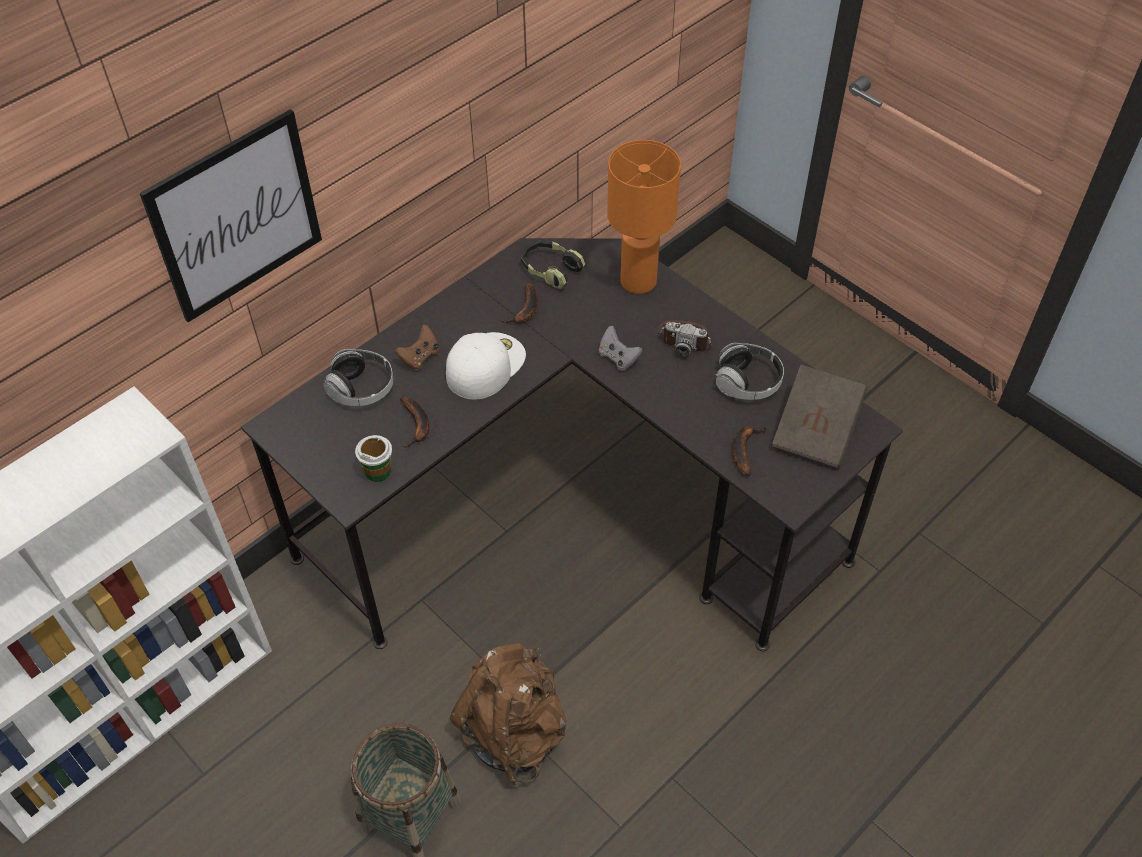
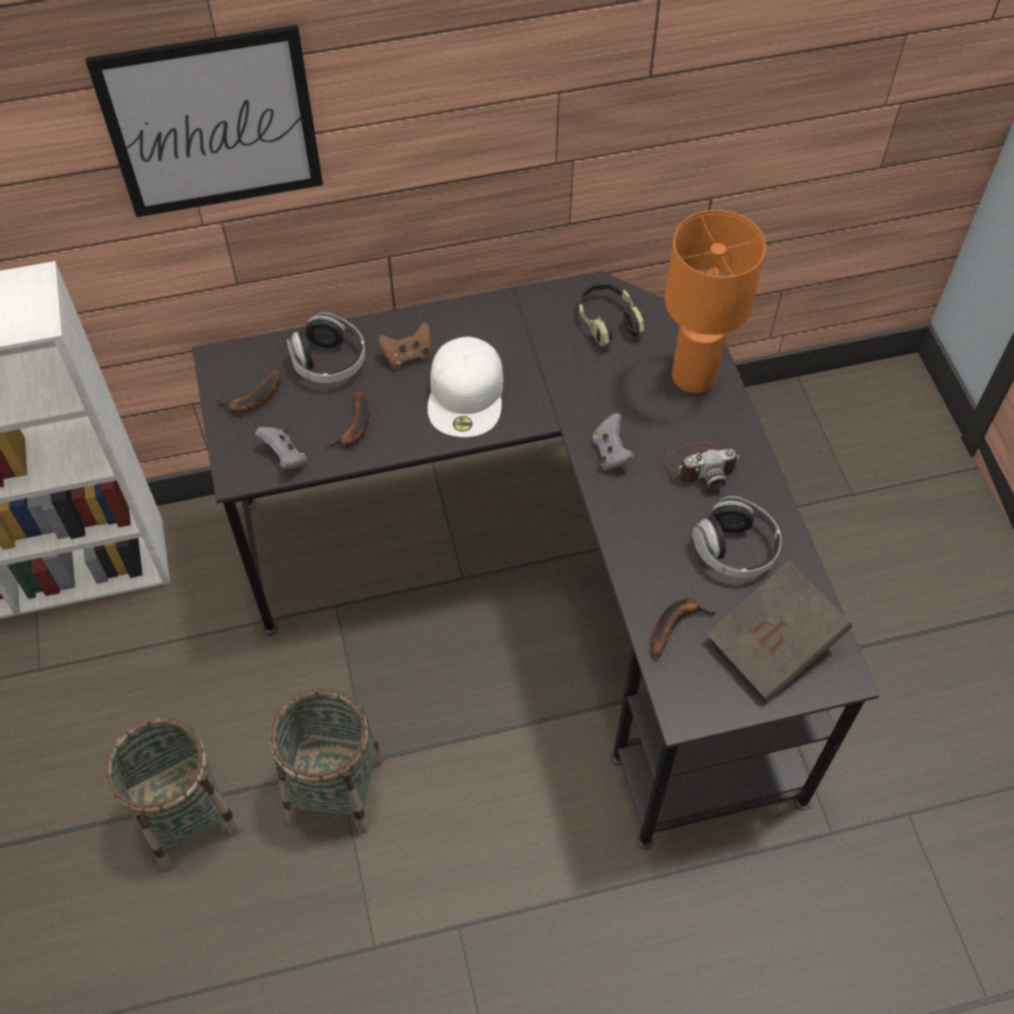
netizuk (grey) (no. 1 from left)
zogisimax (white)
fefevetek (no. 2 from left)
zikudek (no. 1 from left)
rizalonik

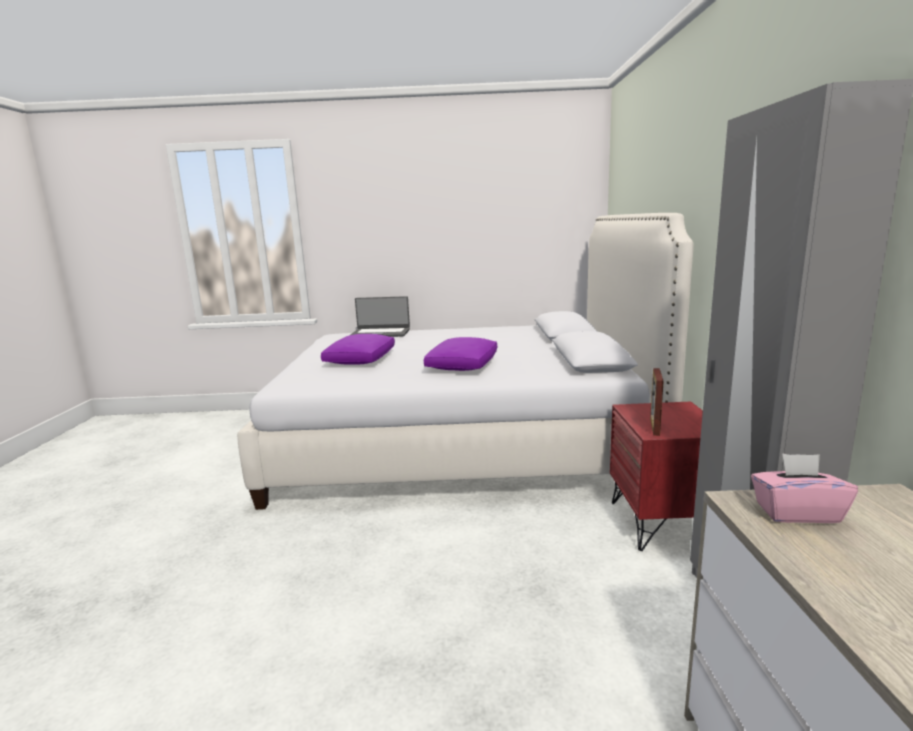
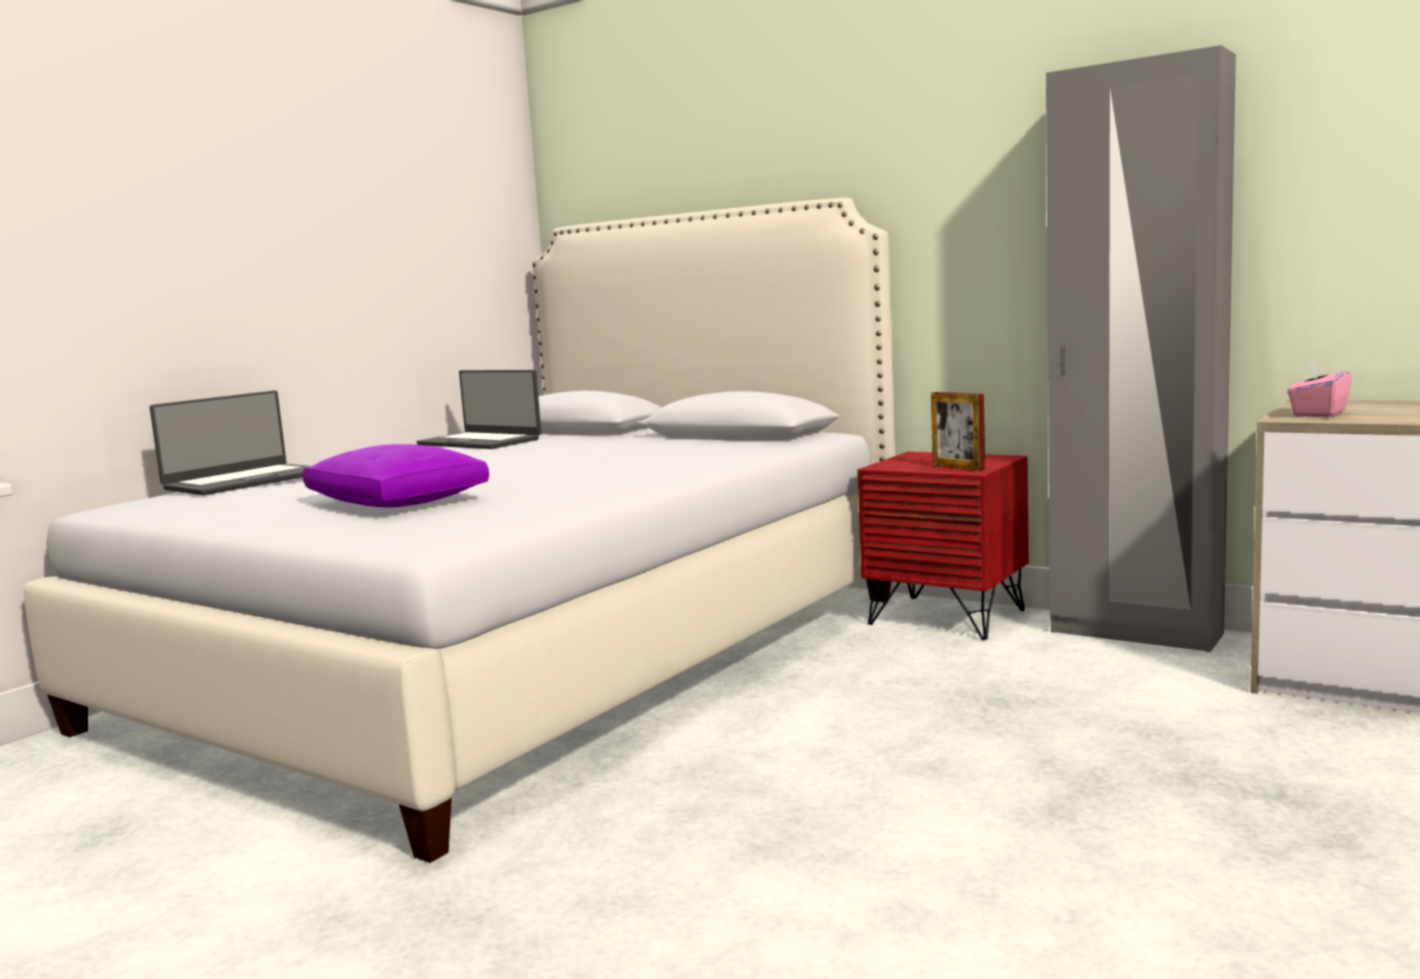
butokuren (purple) (no. 2 from left in the first image)
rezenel (no. 2 from left)

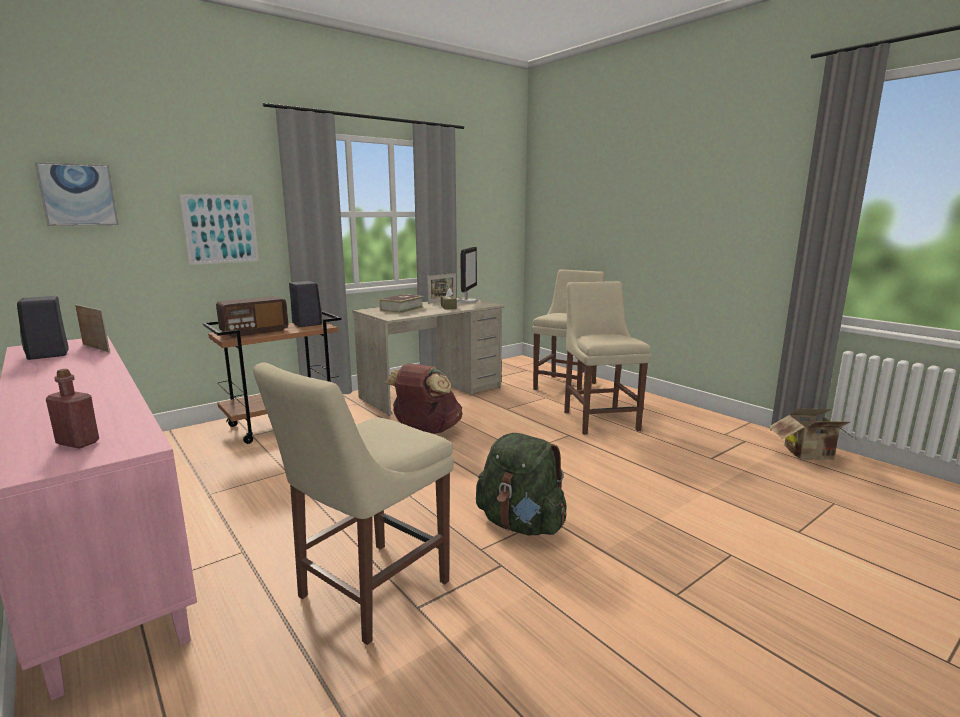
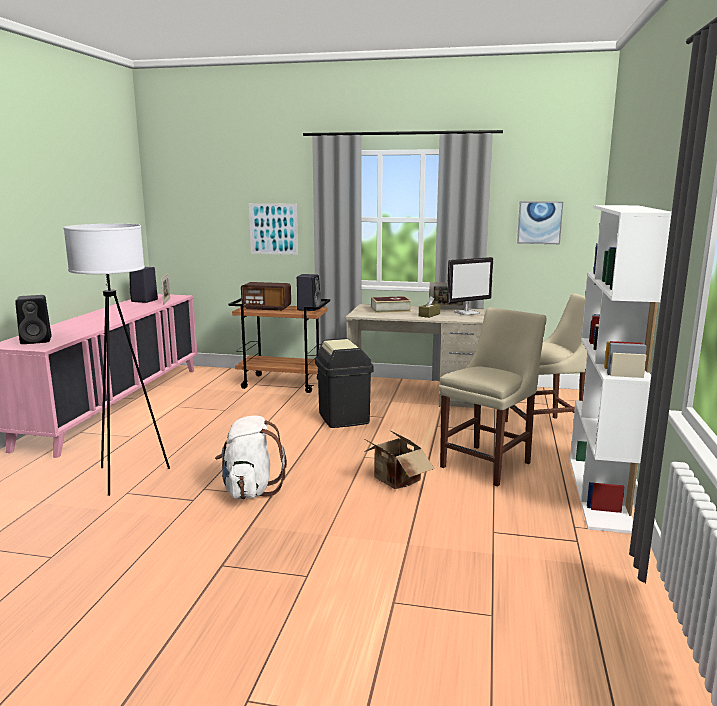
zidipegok (no. 2 from left)
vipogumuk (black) (no. 1 from left)
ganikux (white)
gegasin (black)
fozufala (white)
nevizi
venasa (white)

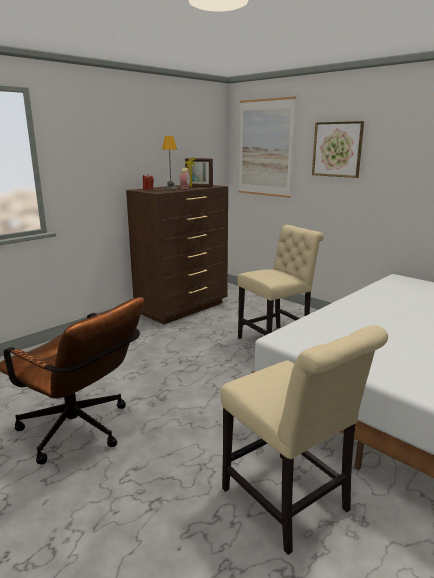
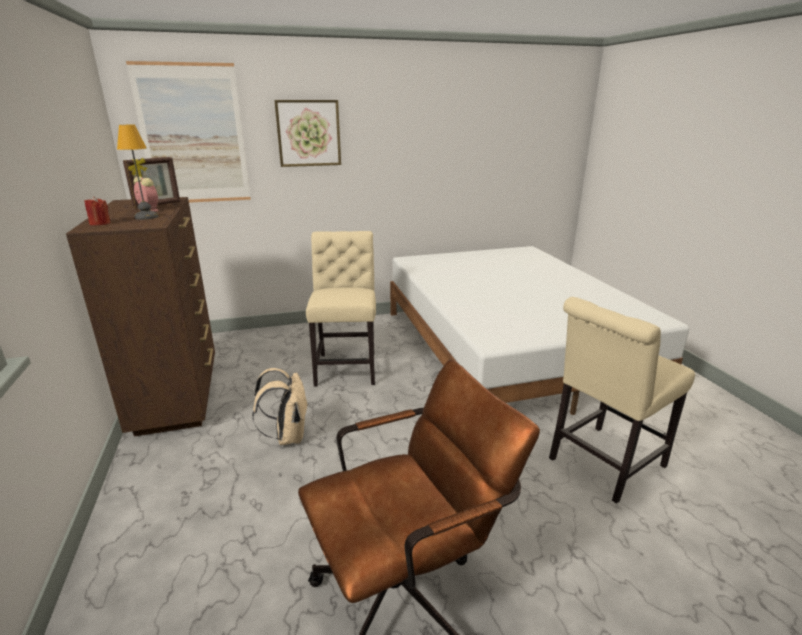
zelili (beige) (no. 2 from left)
fozufala (beige)

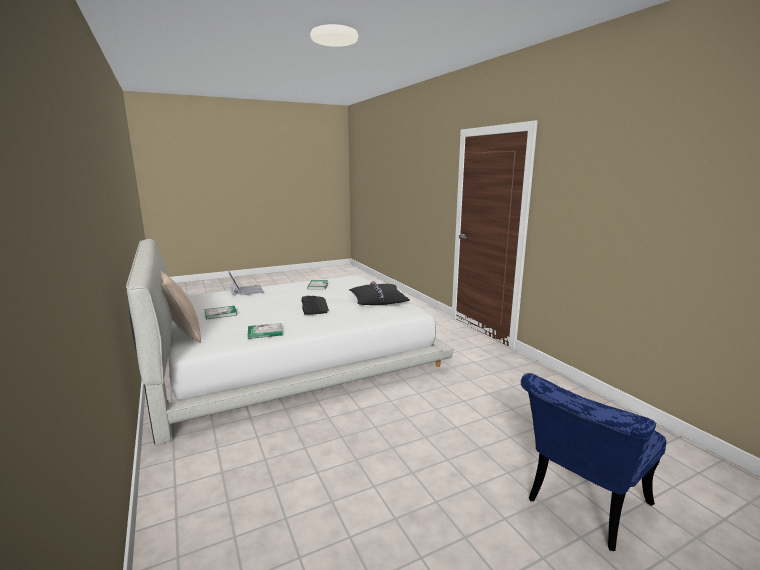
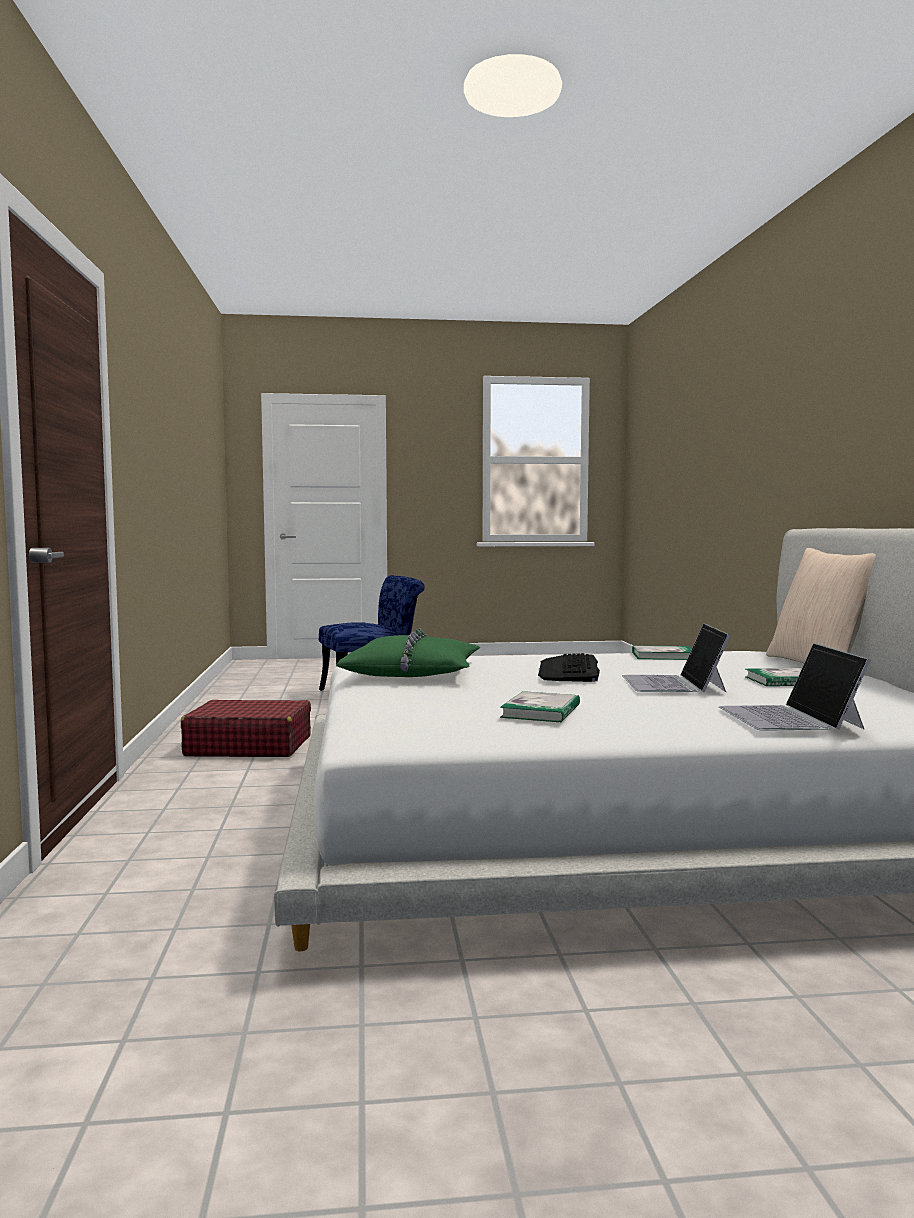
butokuren (green)
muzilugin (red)
rezenel (no. 1 from left)

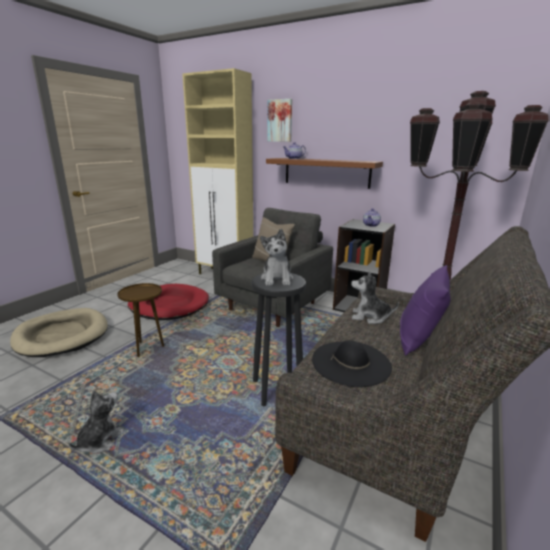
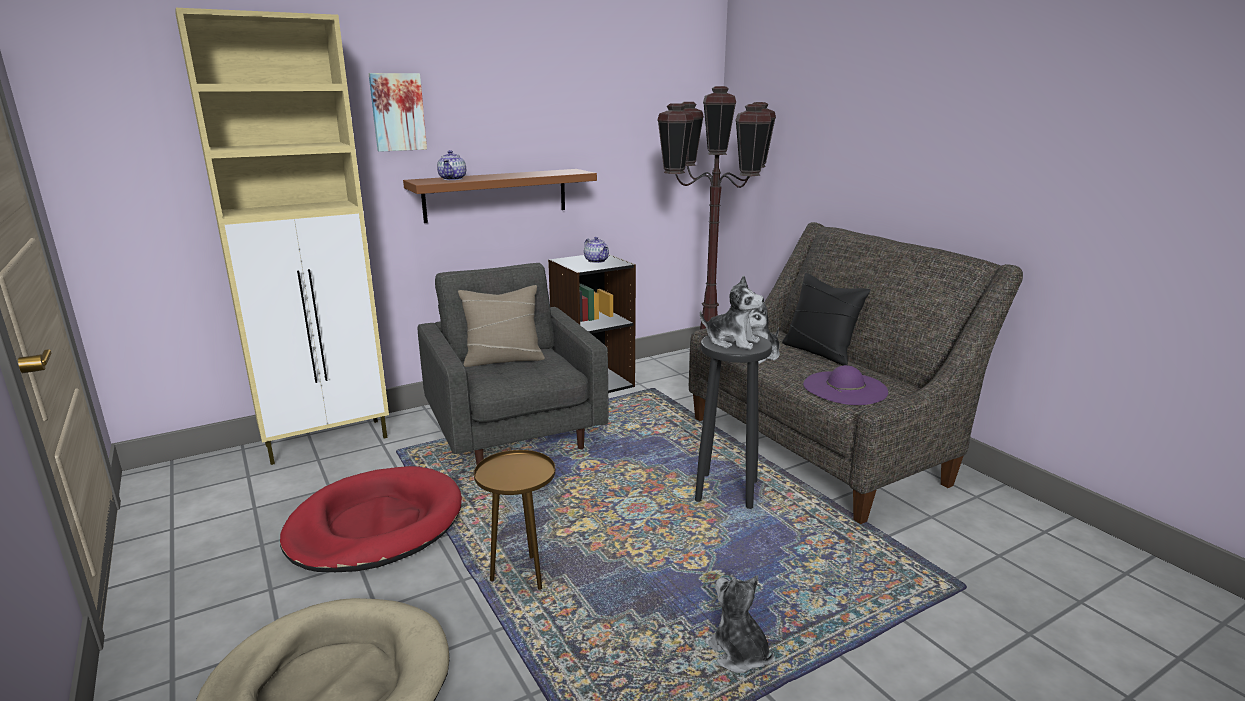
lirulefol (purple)
butokuren (black)

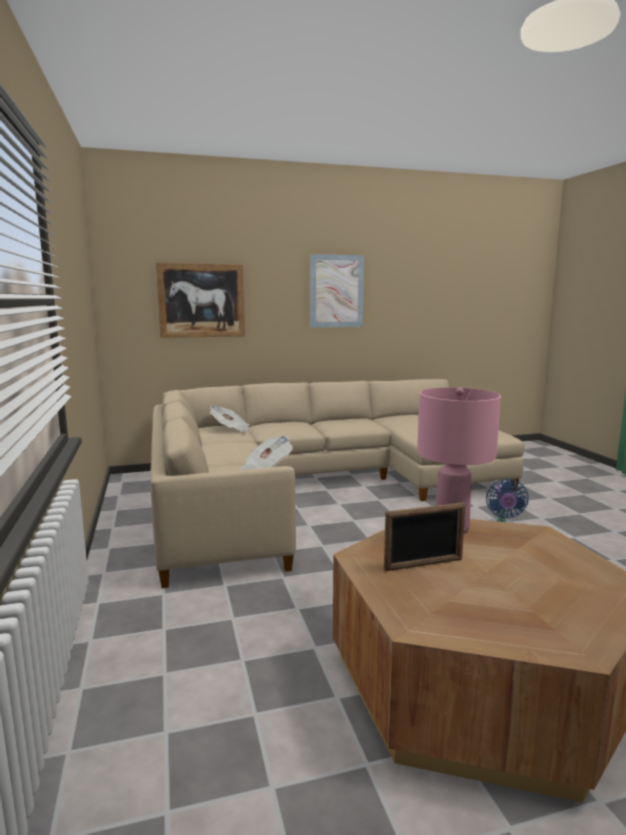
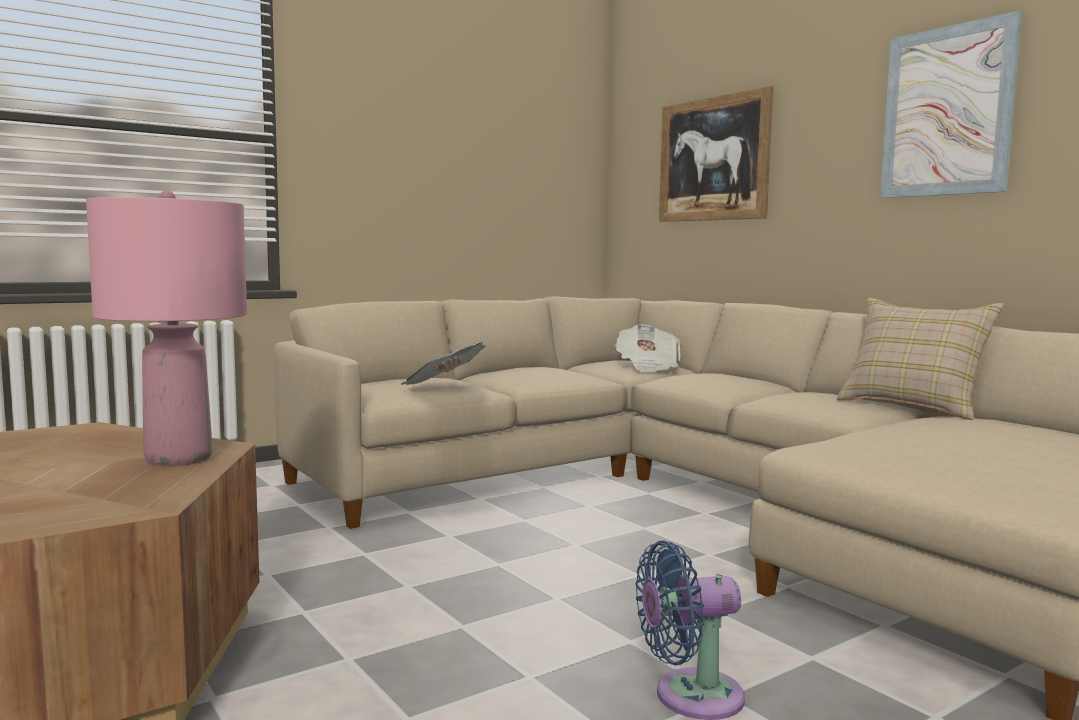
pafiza
butokuren (beige)

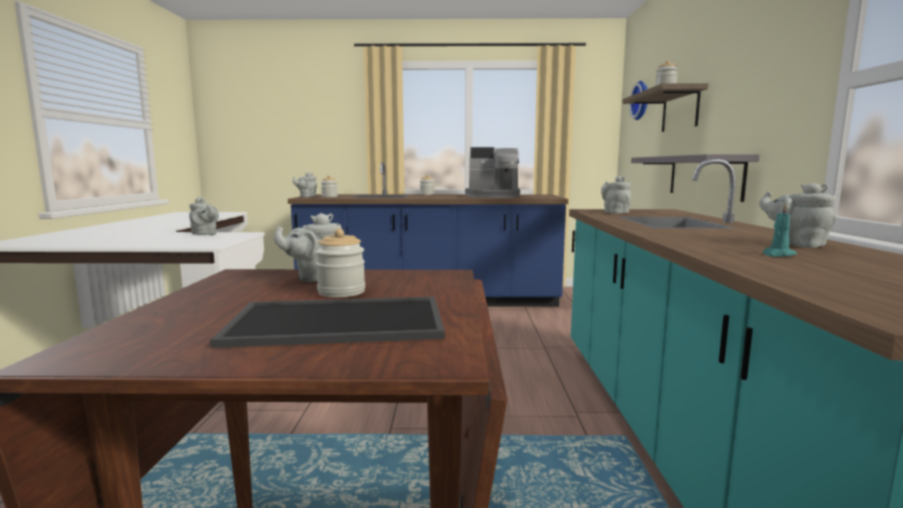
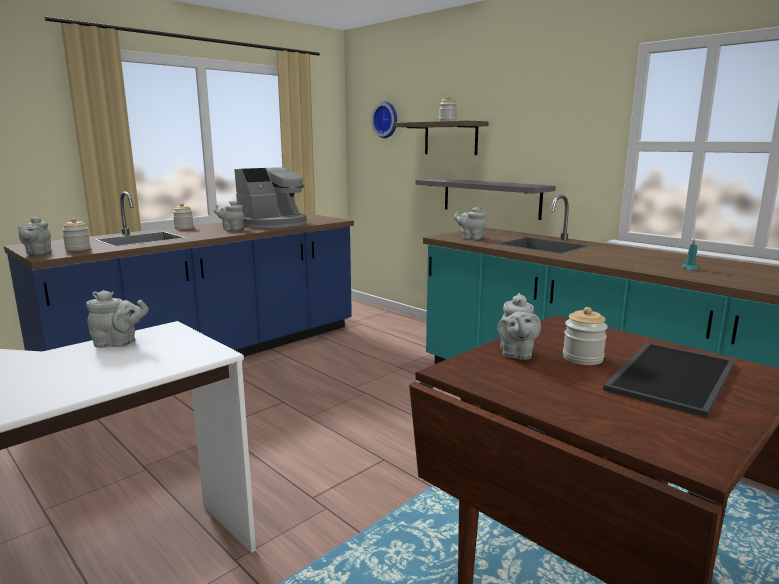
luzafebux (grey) (no. 3 from left)

